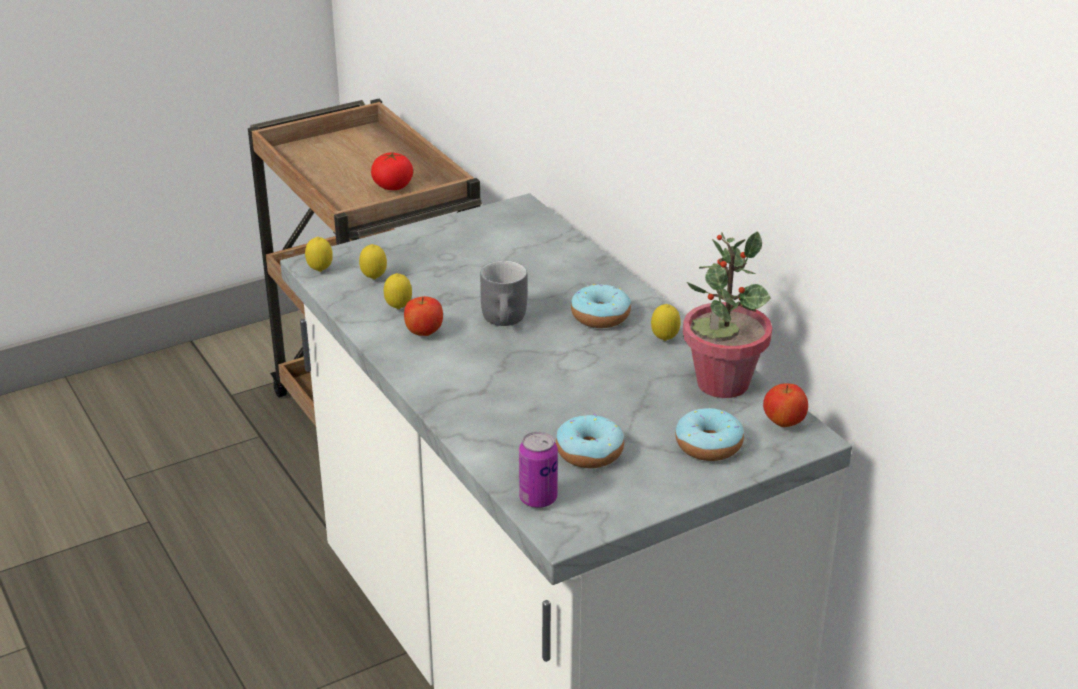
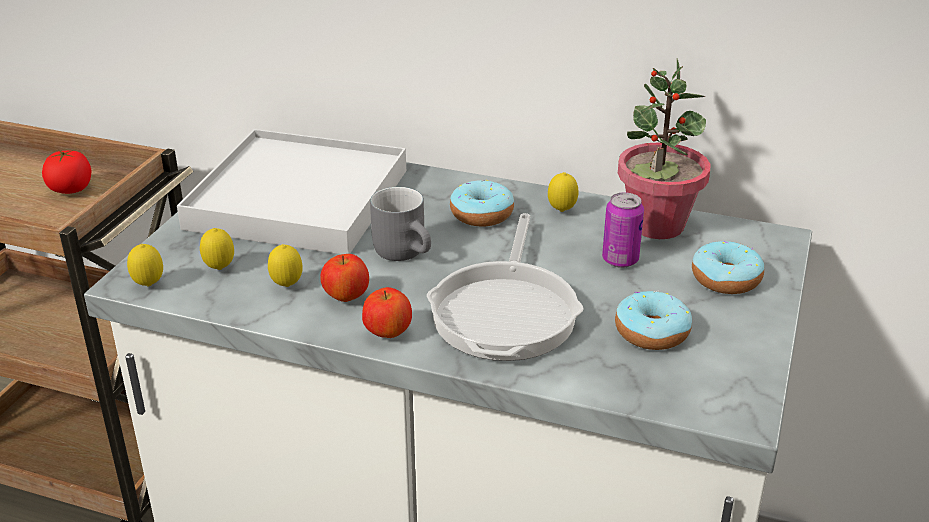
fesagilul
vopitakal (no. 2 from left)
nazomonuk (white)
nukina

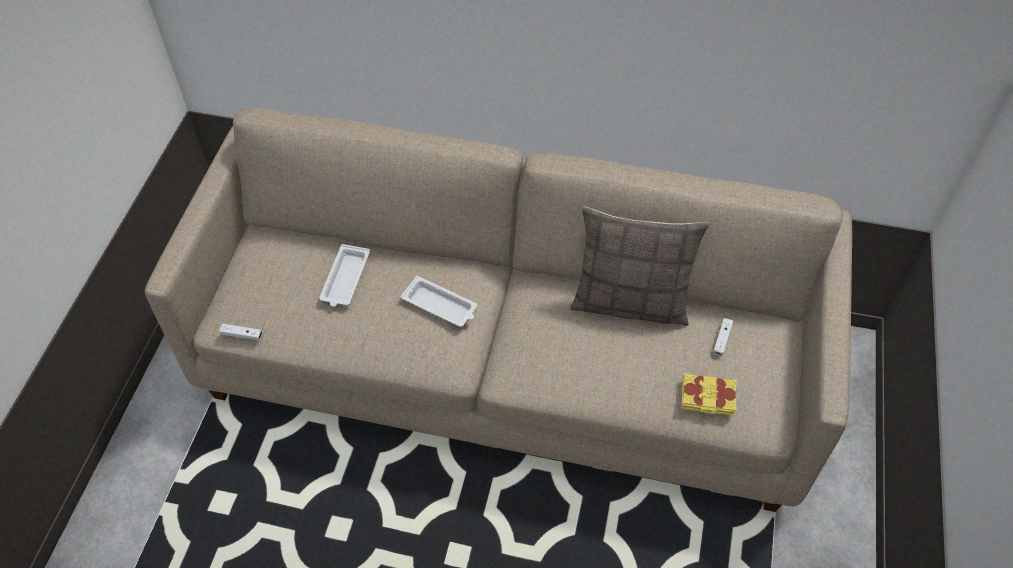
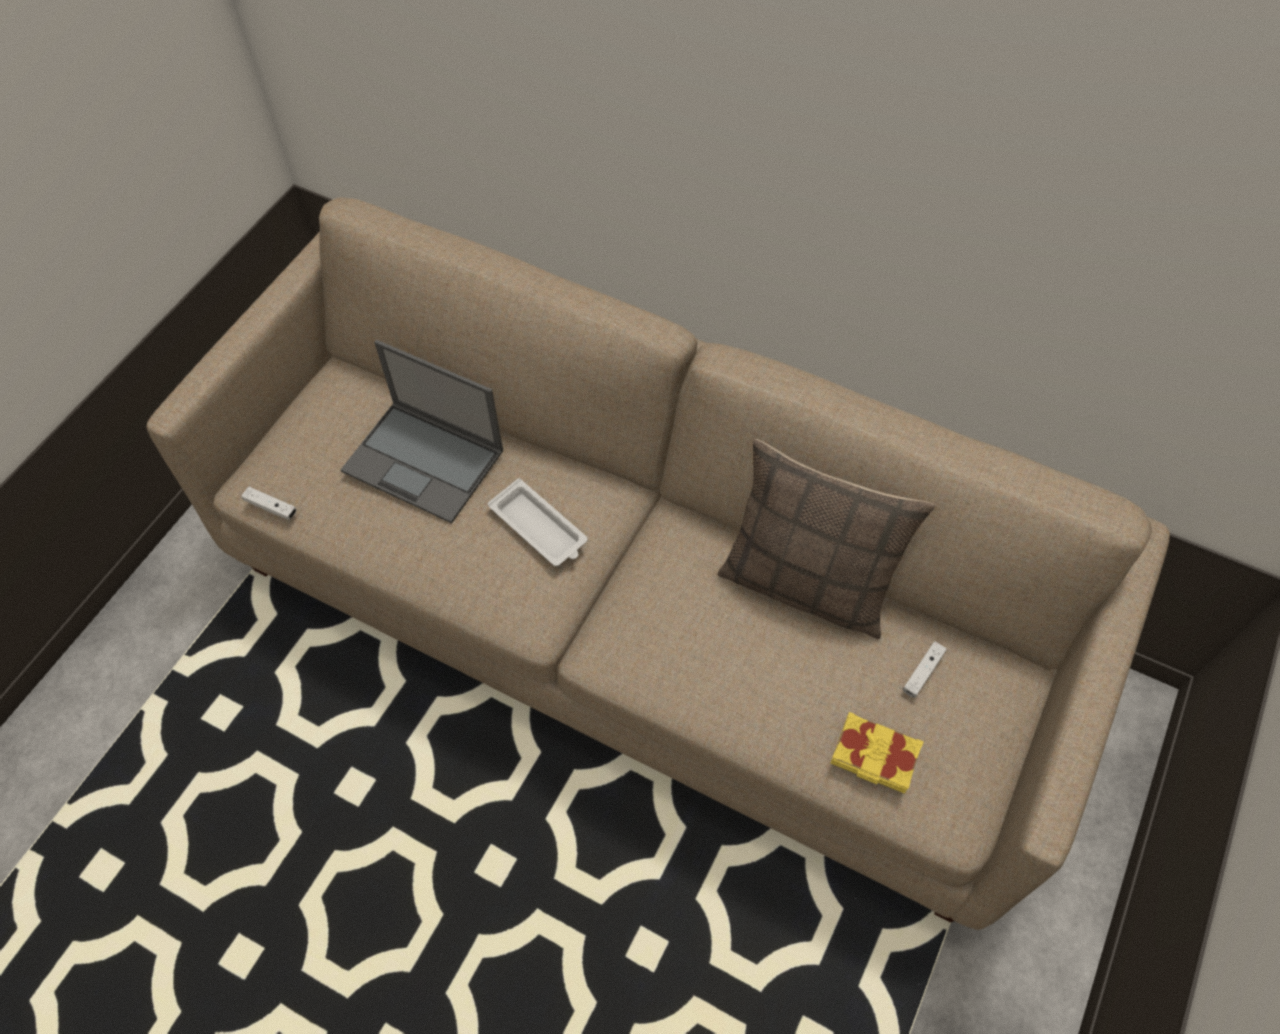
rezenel

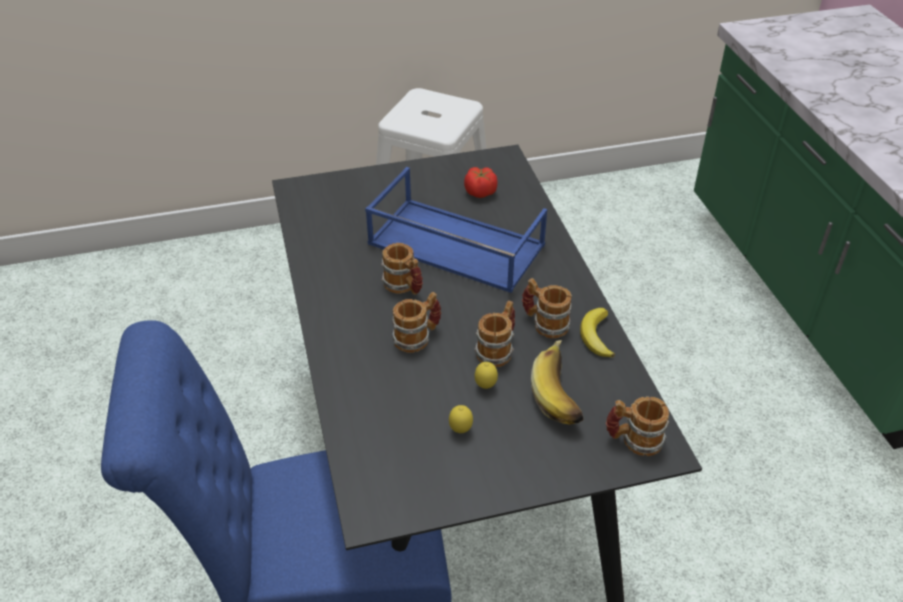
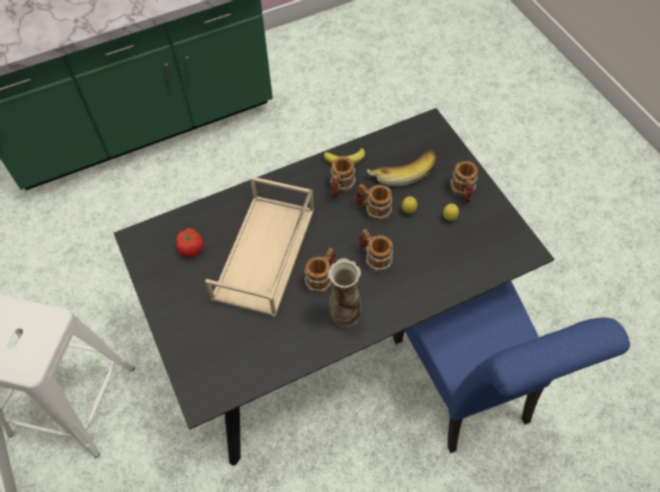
nazomonuk (beige)
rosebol (no. 5 from left)
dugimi

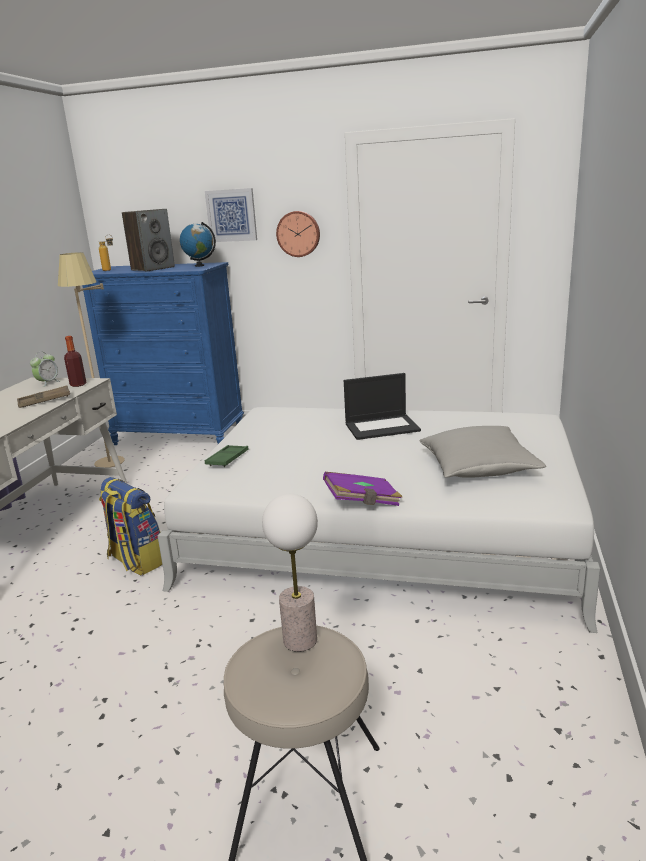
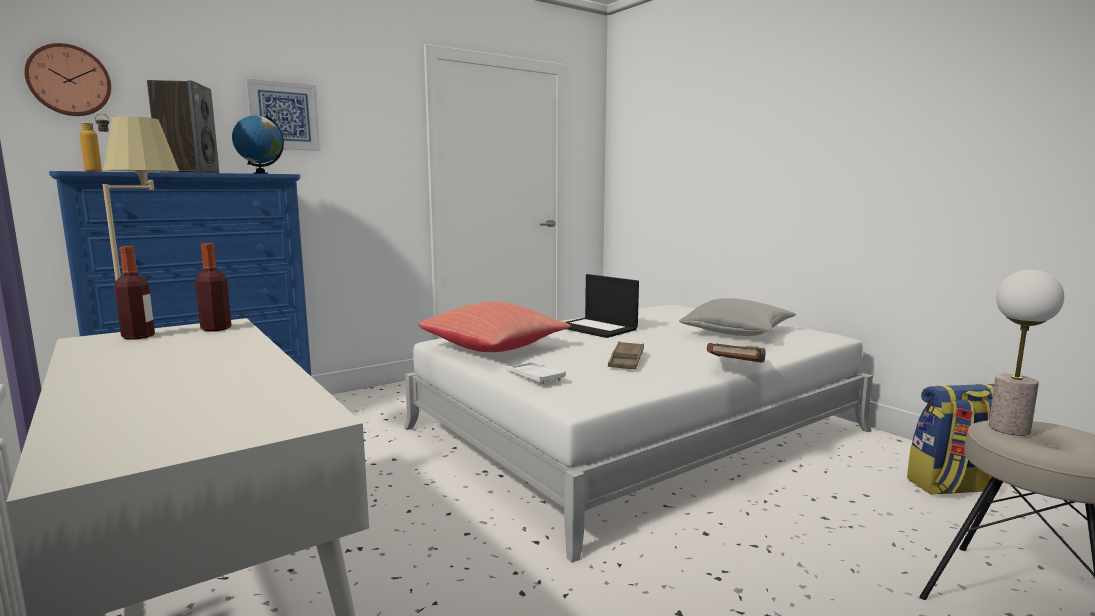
nazomonuk (brown)
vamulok (no. 2 from left)
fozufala
nazomonuk (white)
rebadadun
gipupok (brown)
rezenel
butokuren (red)

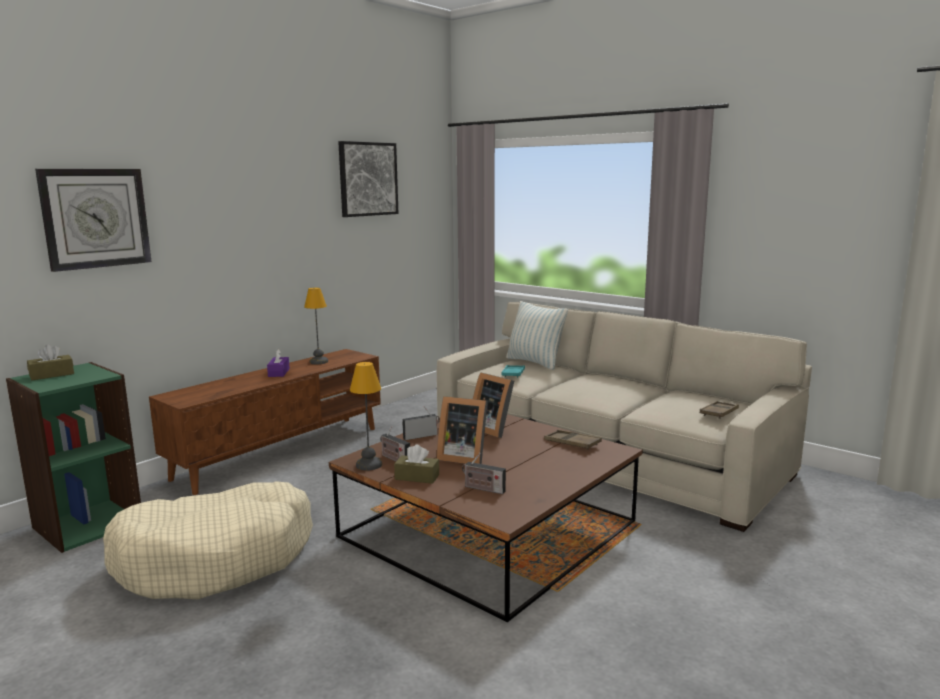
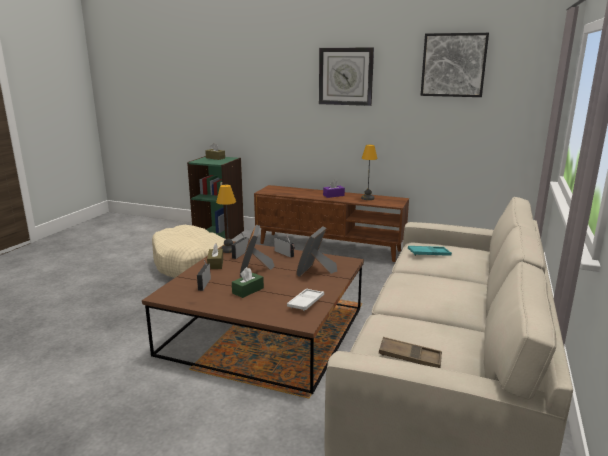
rebadadun
butokuren
nazomonuk (white)
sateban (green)

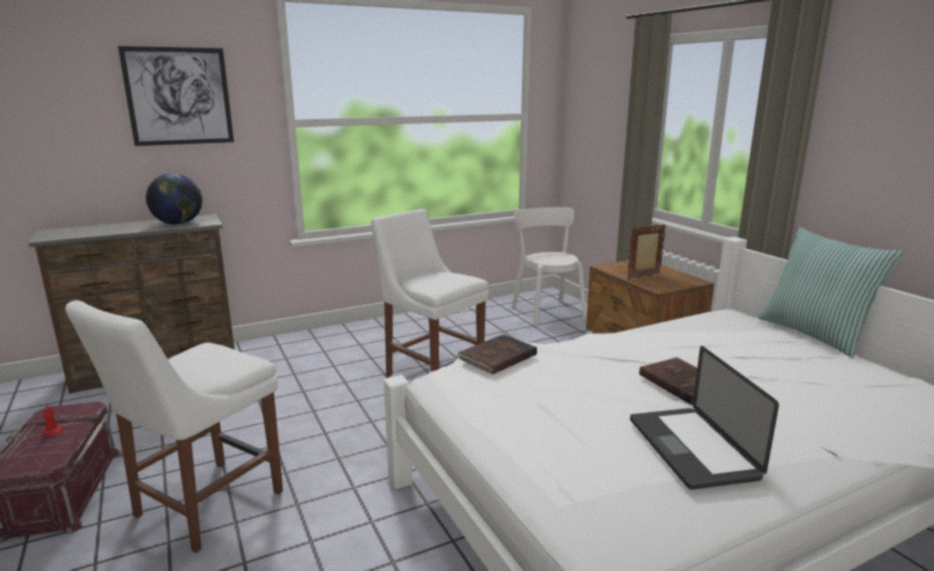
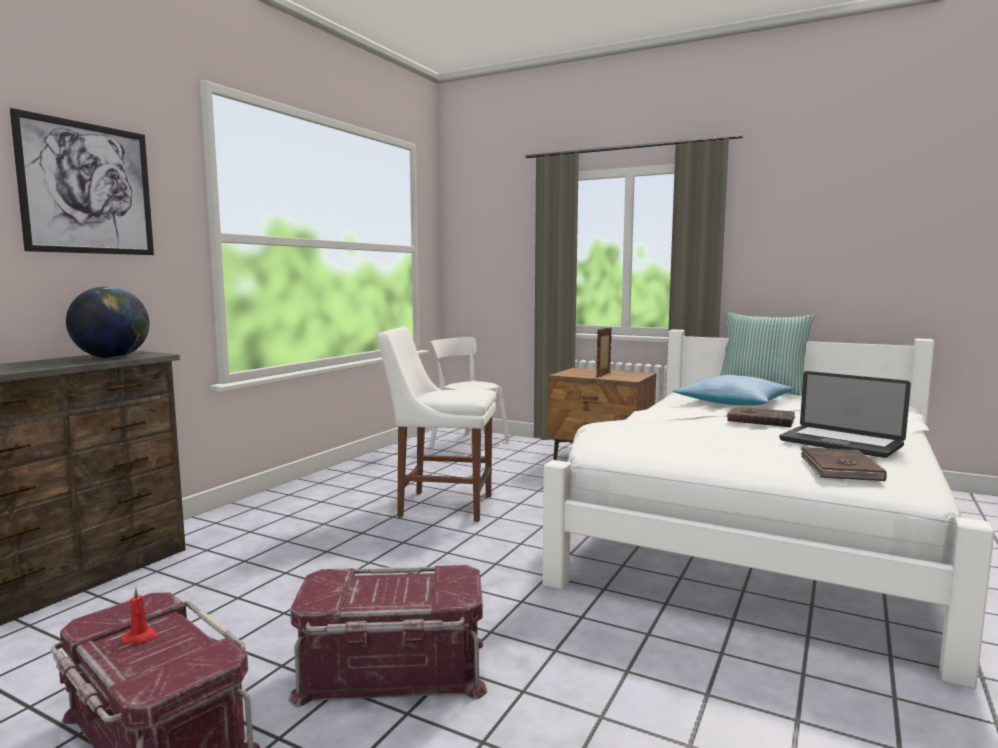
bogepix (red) (no. 2 from left)
gipupok (brown) (no. 2 from left)
butokuren (no. 1 from left)

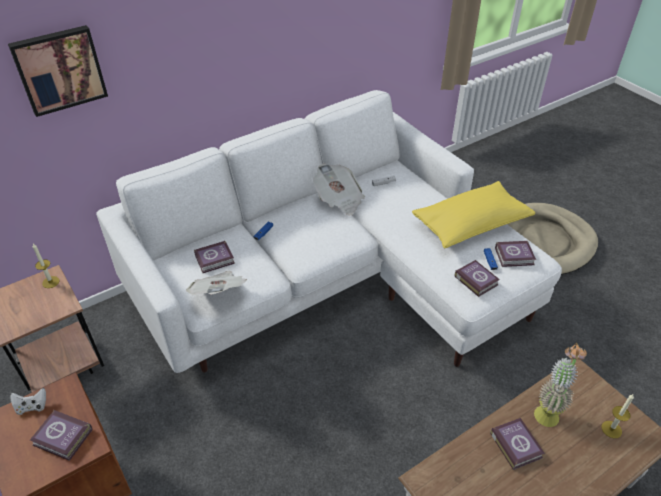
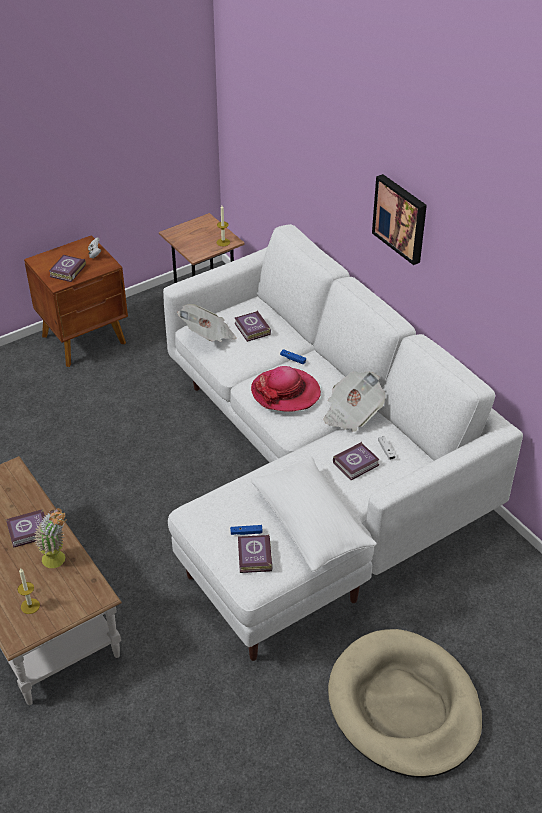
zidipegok
butokuren (white)
gipupok (no. 5 from left)
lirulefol

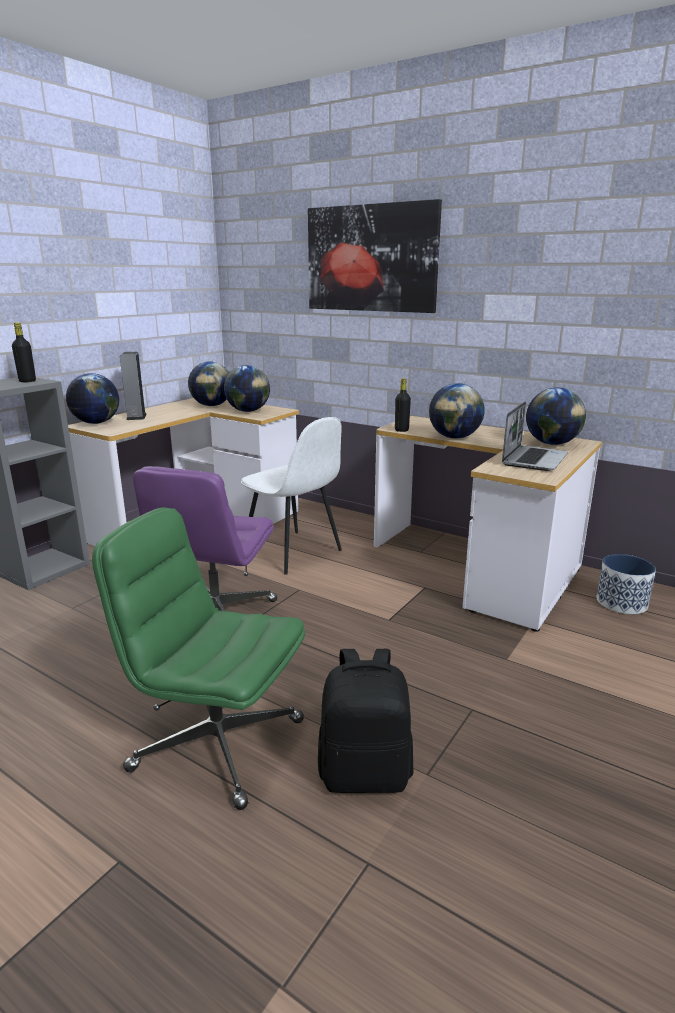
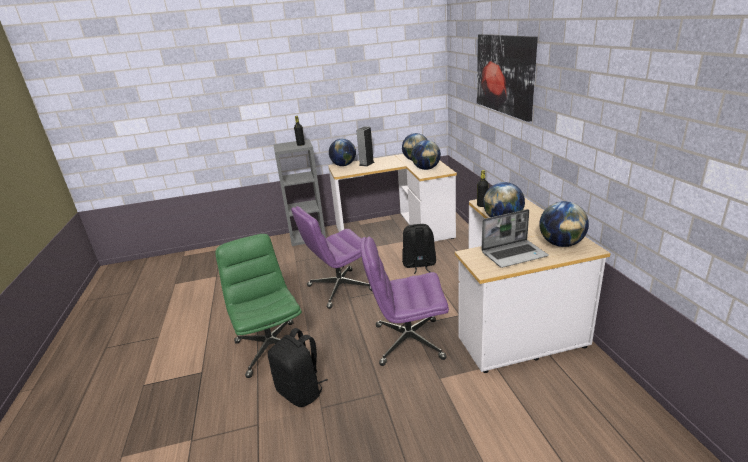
fozufala (black) (no. 2 from left)
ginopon
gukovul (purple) (no. 2 from left)

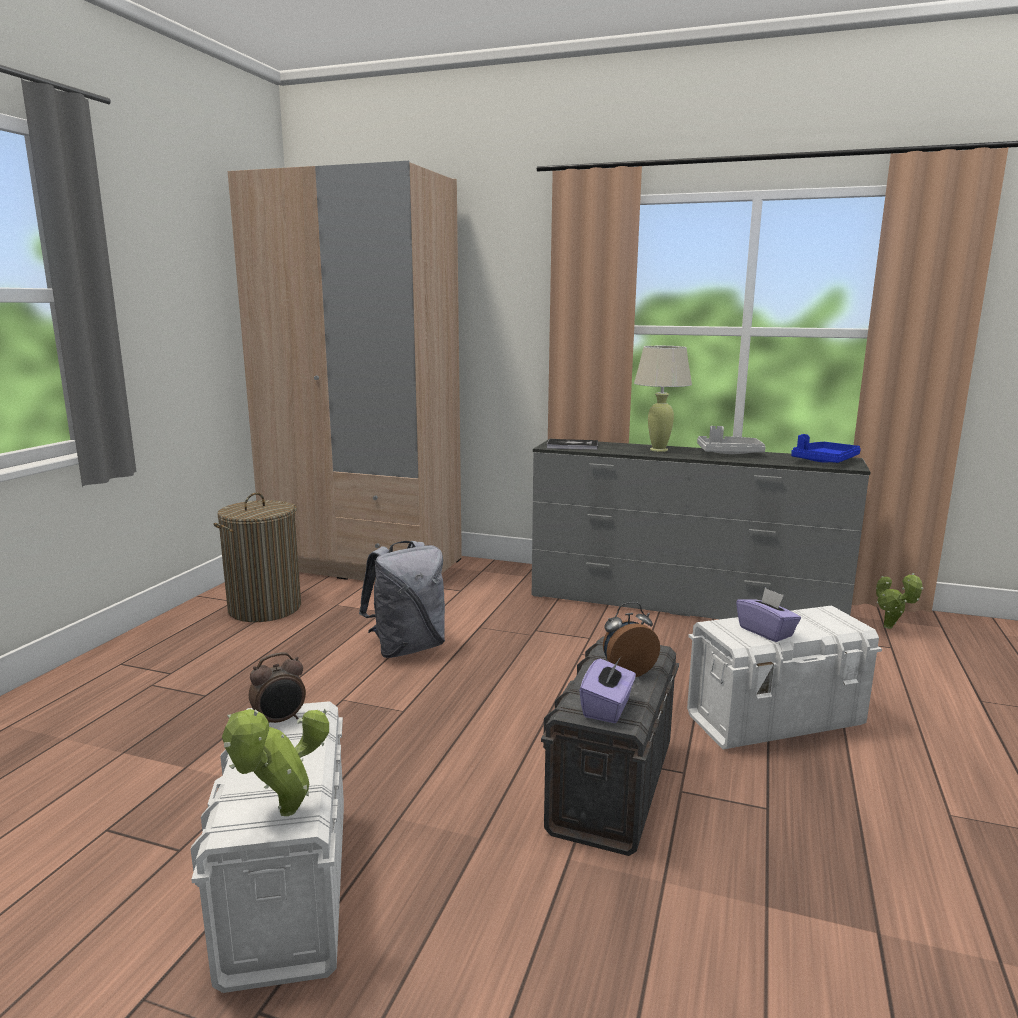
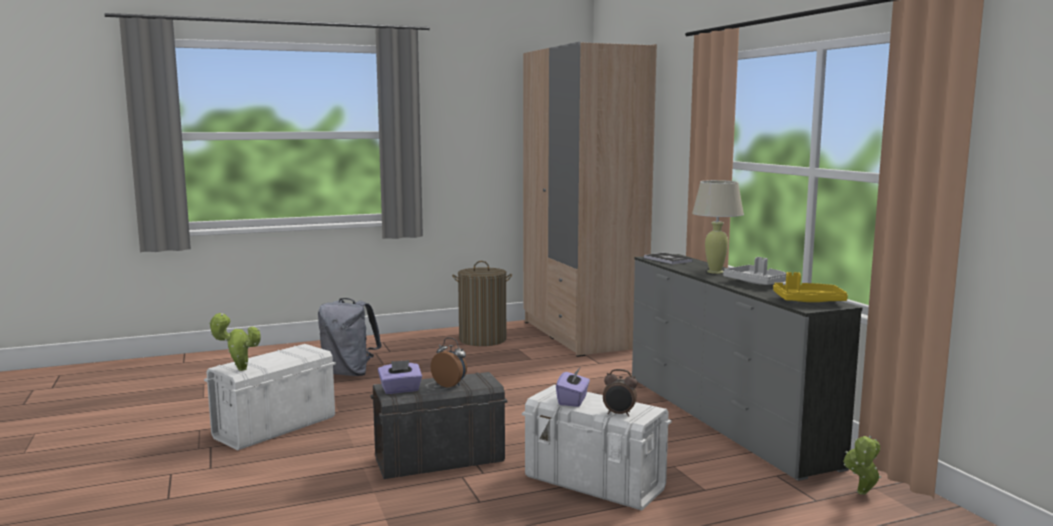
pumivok (no. 2 from left)
fozufala (grey)
nazomonuk (yellow)

